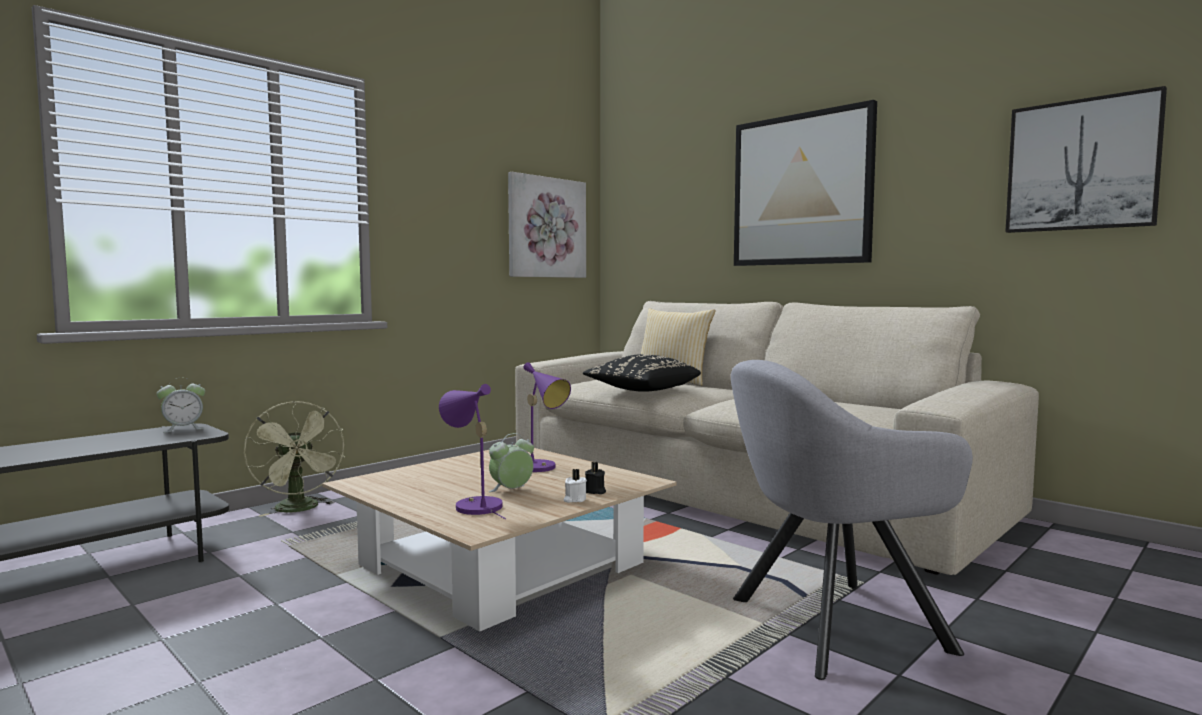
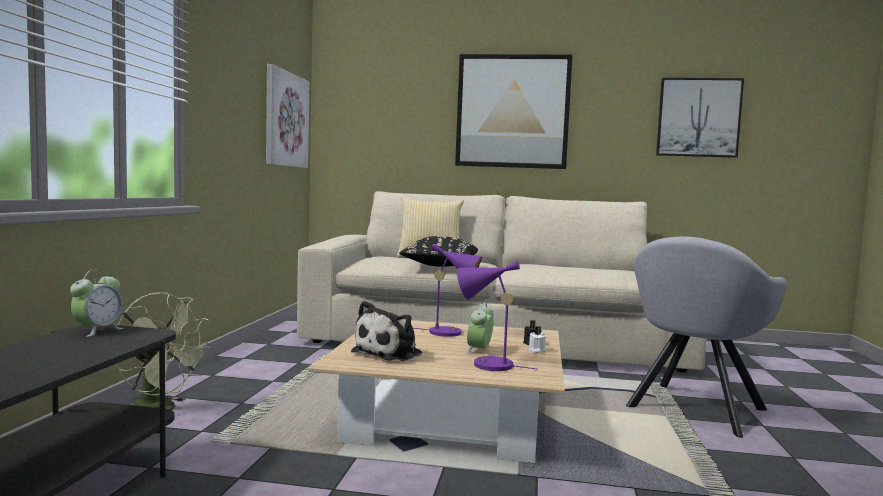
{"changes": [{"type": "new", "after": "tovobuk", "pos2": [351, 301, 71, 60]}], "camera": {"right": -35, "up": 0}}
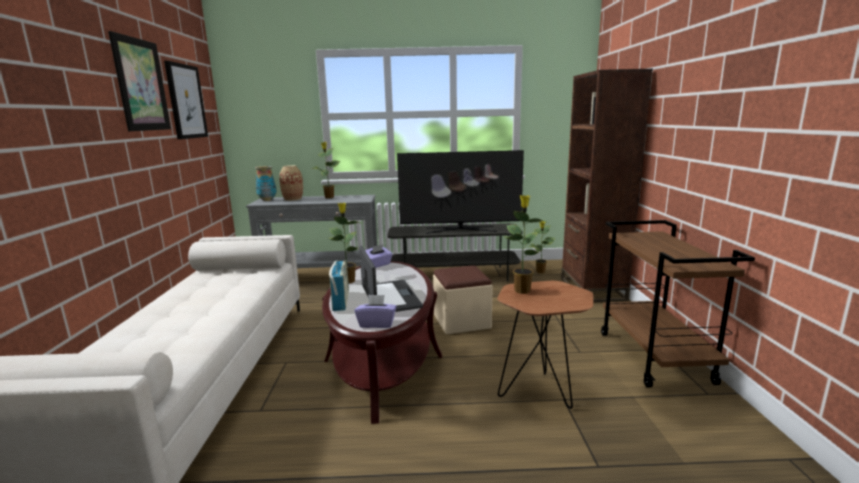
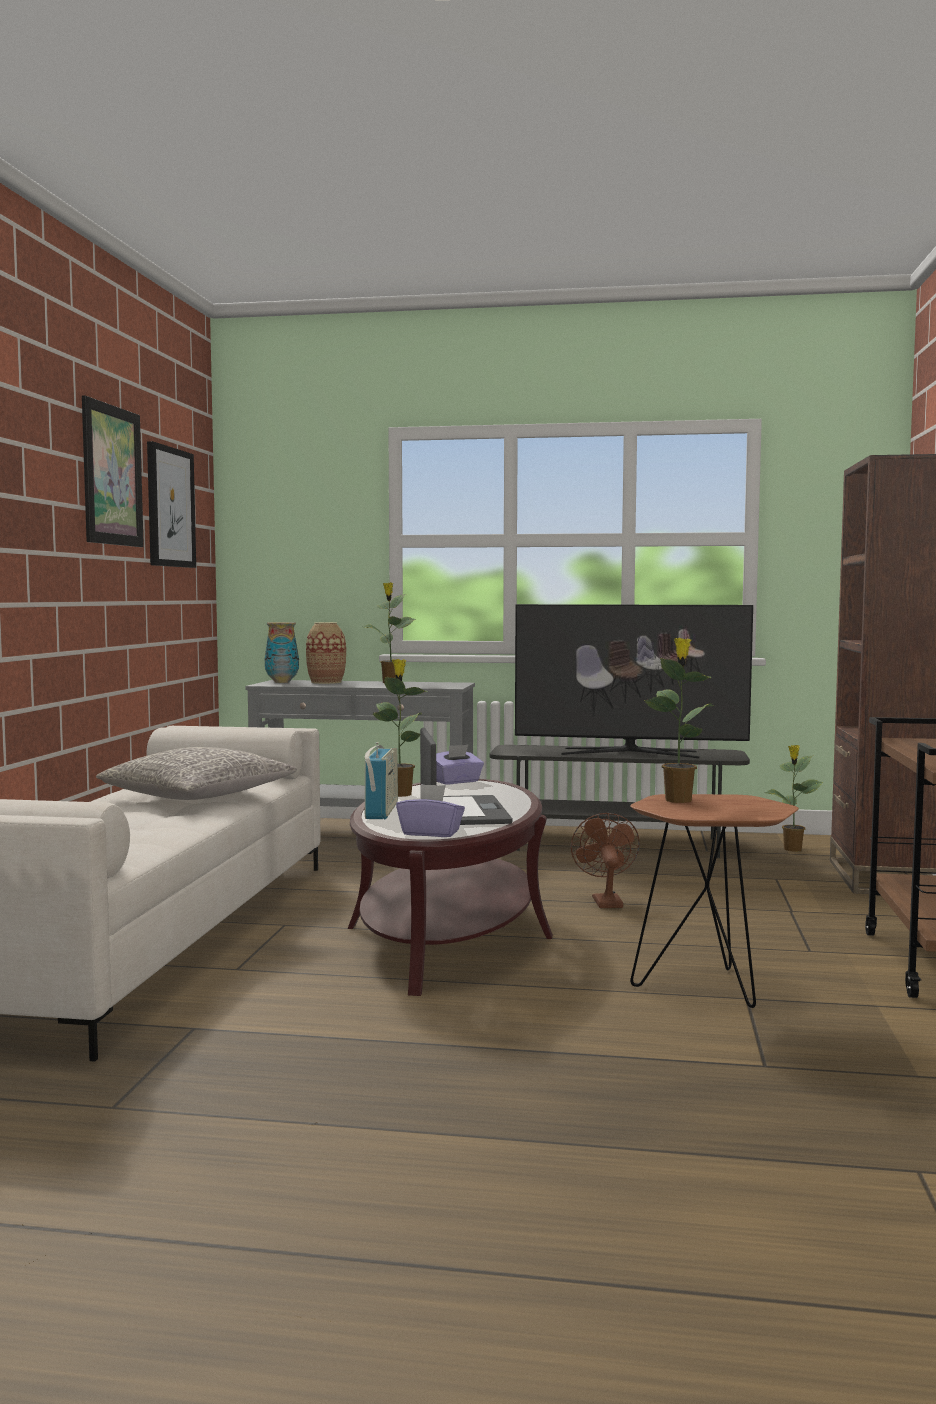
{"changes": [{"type": "new", "after": "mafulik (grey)", "pos2": [96, 747, 201, 53]}, {"type": "swapped", "before": "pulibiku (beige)", "after": "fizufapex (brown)", "pos1": [433, 265, 59, 70], "pos2": [571, 813, 69, 95]}], "camera": {"right": 10, "up": -10}}
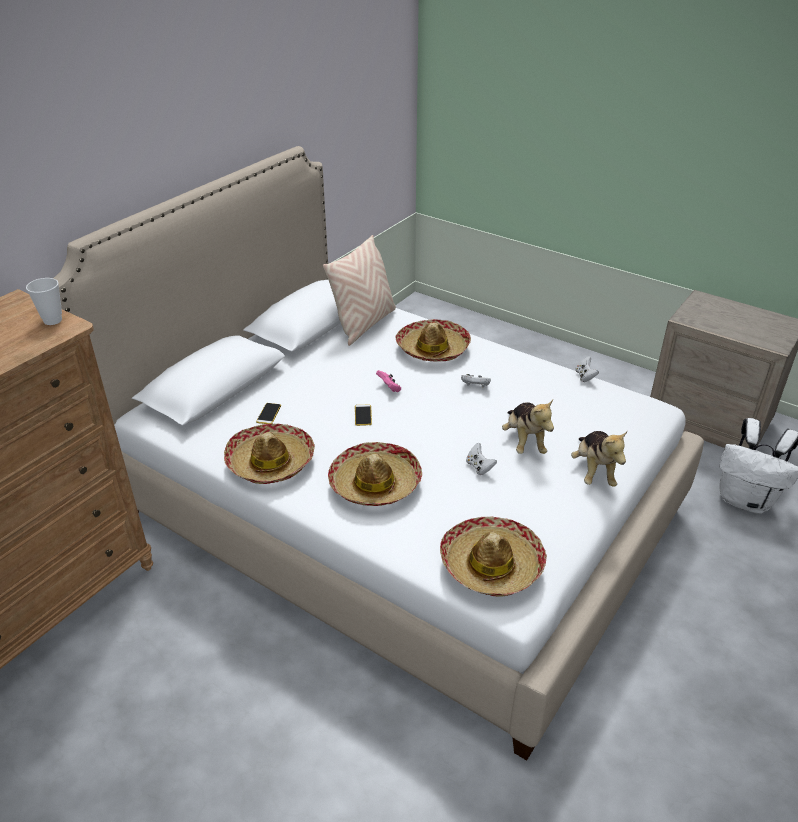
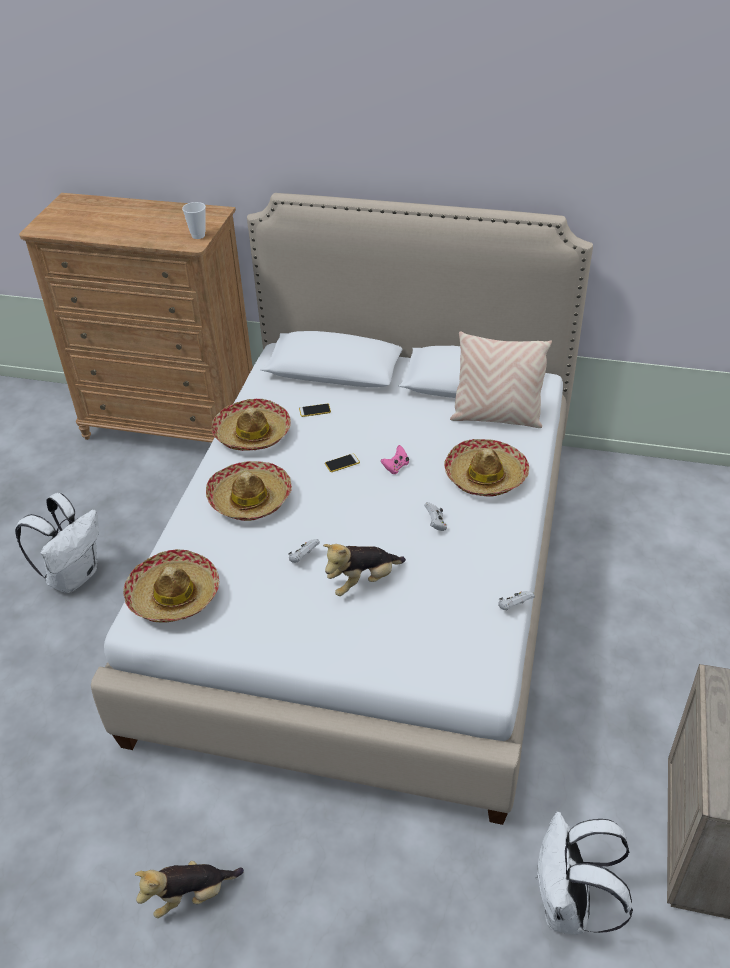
{"changes": [{"type": "new", "after": "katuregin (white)", "pos2": [15, 493, 84, 100]}, {"type": "shifted", "before": "tovobuk", "pos1": [571, 431, 56, 56], "pos2": [135, 861, 109, 57]}], "camera": {"right": 70, "up": 5}}
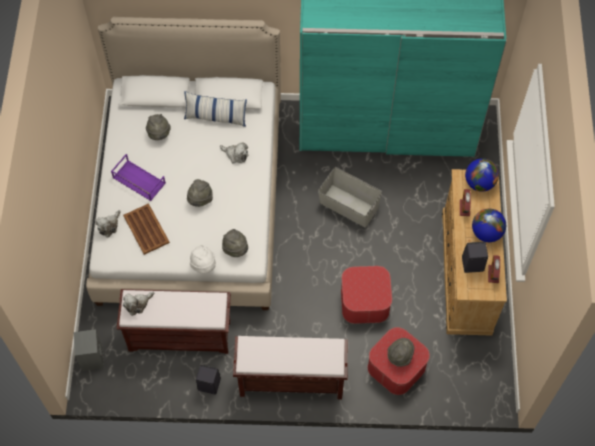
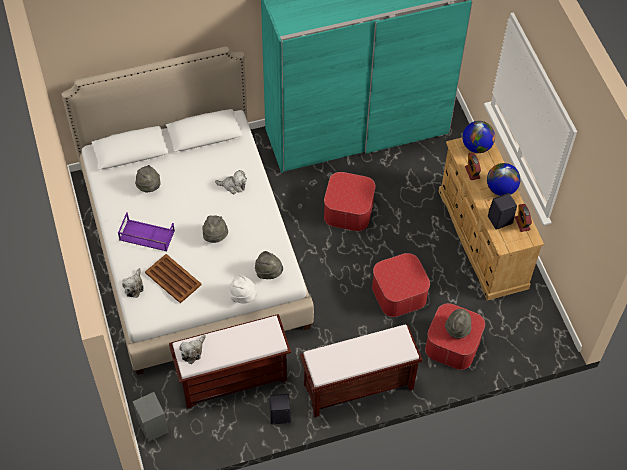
{"changes": [{"type": "gone", "before": "mafulik", "pos1": [184, 91, 63, 36]}, {"type": "swapped", "before": "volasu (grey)", "after": "pulibiku", "pos1": [318, 167, 64, 61], "pos2": [324, 172, 52, 59]}], "camera": {"right": -20, "up": -5}}
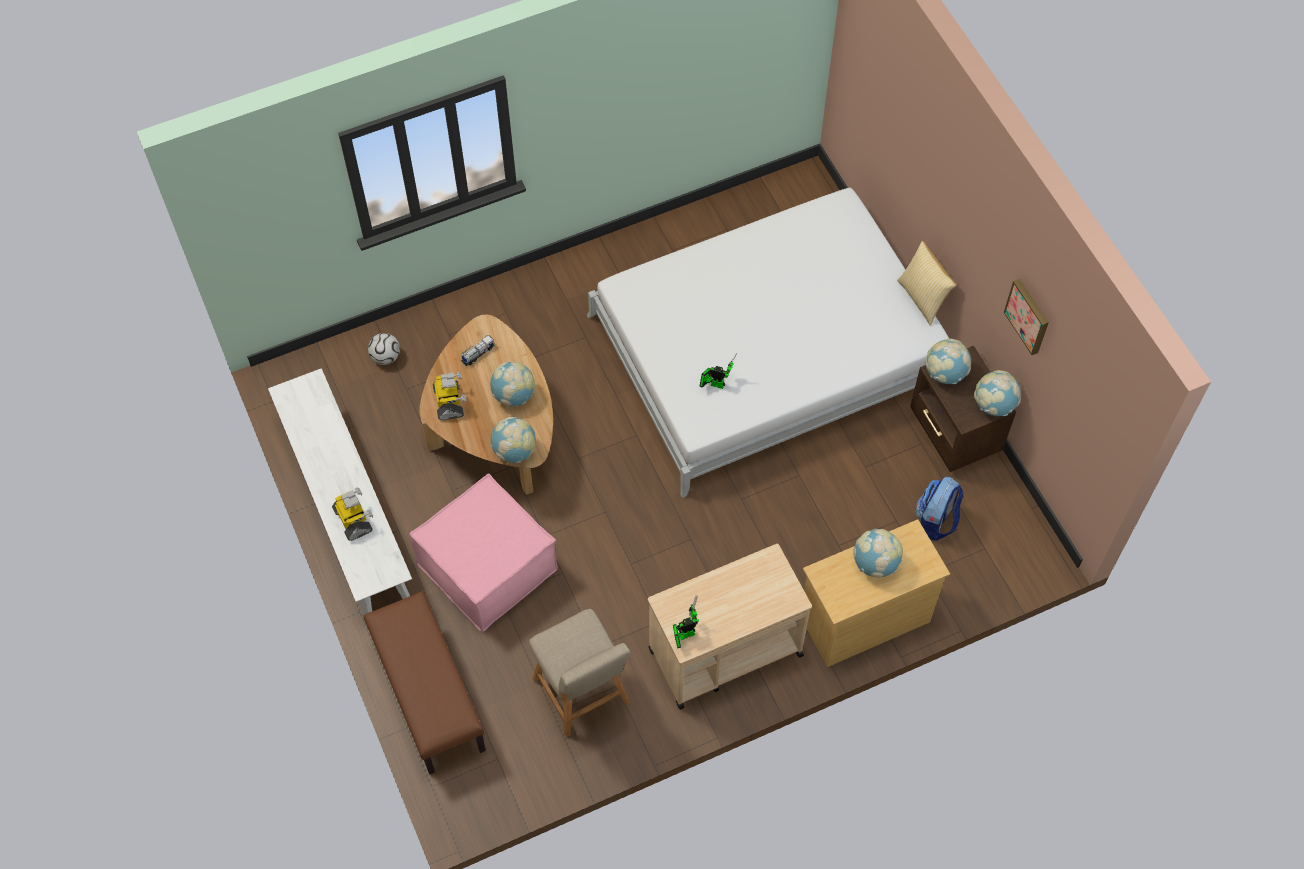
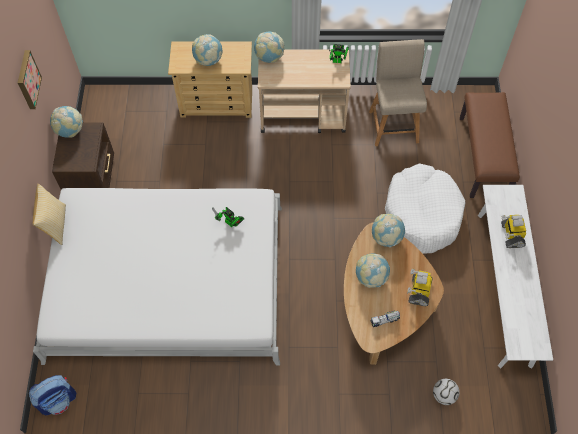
{"changes": [{"type": "shifted", "before": "katuregin", "pos1": [915, 477, 49, 64], "pos2": [29, 375, 47, 40]}, {"type": "shifted", "before": "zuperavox", "pos1": [925, 339, 46, 45], "pos2": [254, 32, 30, 31]}, {"type": "swapped", "before": "pulibiku (pink)", "after": "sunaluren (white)", "pos1": [410, 474, 148, 157], "pos2": [385, 163, 80, 91]}], "camera": {"right": -155, "up": 0}}
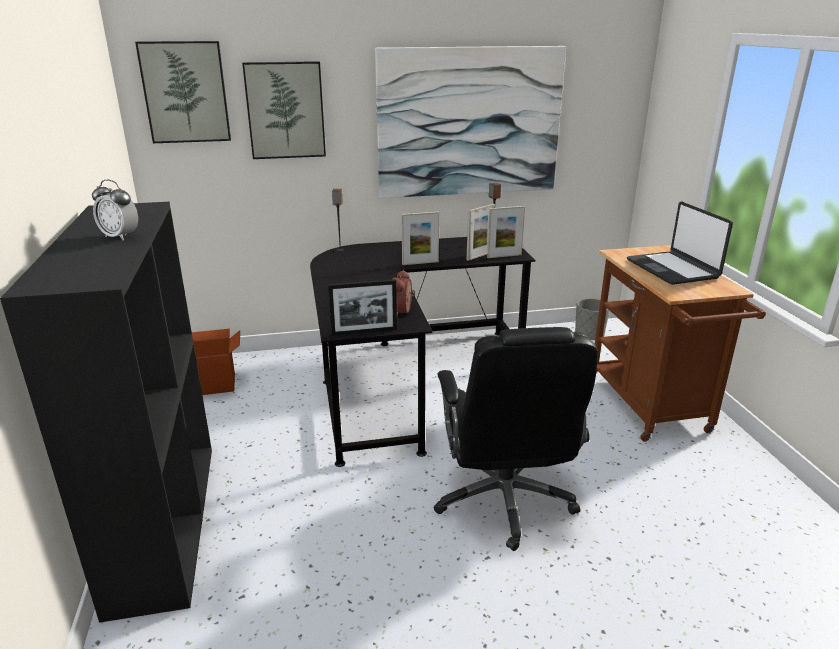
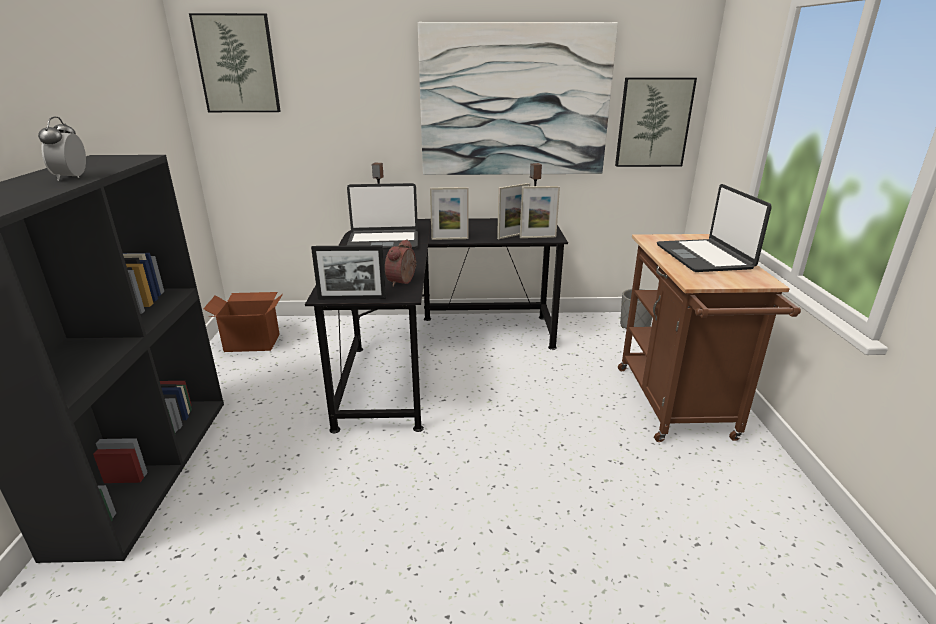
{"changes": [{"type": "gone", "before": "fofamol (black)", "pos1": [434, 327, 164, 224]}, {"type": "new", "after": "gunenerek", "pos2": [346, 183, 72, 67]}, {"type": "shifted", "before": "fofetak", "pos1": [242, 61, 84, 98], "pos2": [615, 77, 82, 90]}, {"type": "rotated", "before": "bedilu", "pos1": [92, 180, 46, 61], "pos2": [38, 117, 48, 64], "turn": 45}], "camera": {"right": 10, "up": 0}}
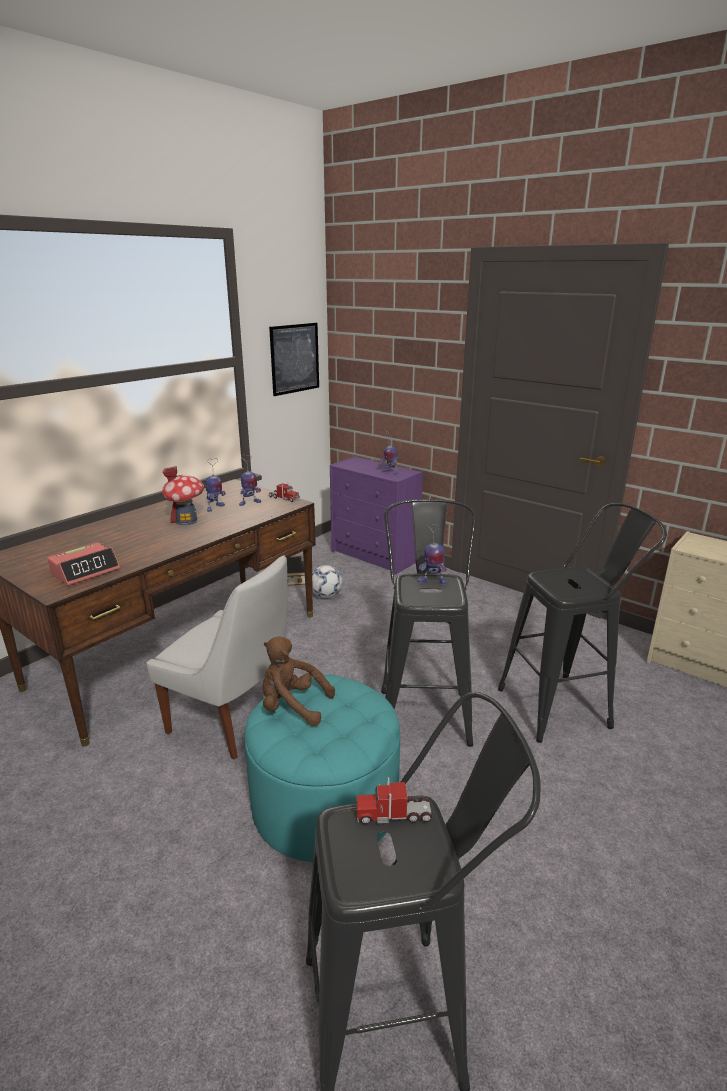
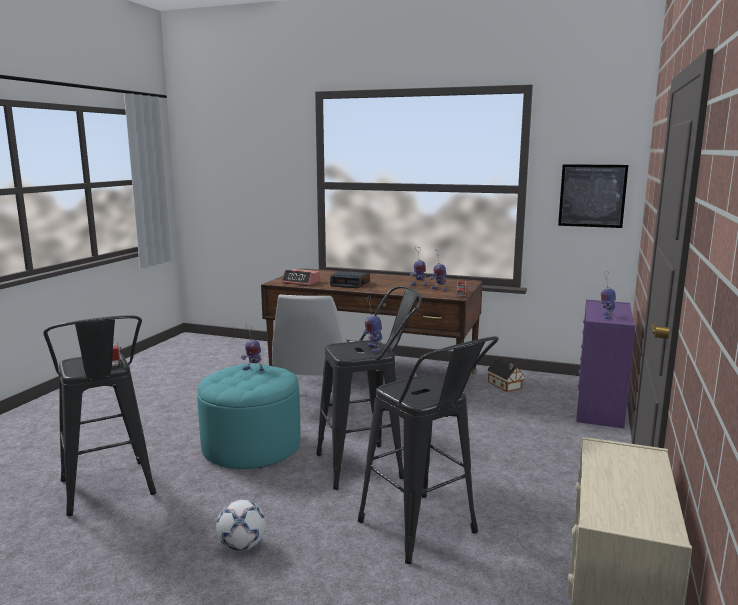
{"changes": [{"type": "gone", "before": "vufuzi", "pos1": [162, 466, 42, 59]}, {"type": "new", "after": "bedilu", "pos2": [330, 271, 40, 17]}, {"type": "shifted", "before": "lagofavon", "pos1": [312, 565, 30, 33], "pos2": [216, 500, 50, 51]}, {"type": "swapped", "before": "tovobuk (brown)", "after": "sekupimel", "pos1": [262, 636, 73, 90], "pos2": [241, 325, 22, 46]}], "camera": {"right": 70, "up": -10}}
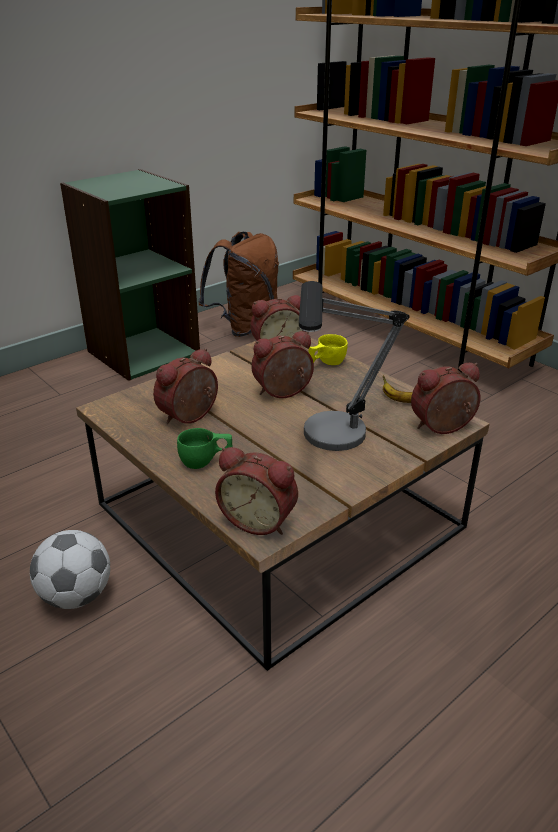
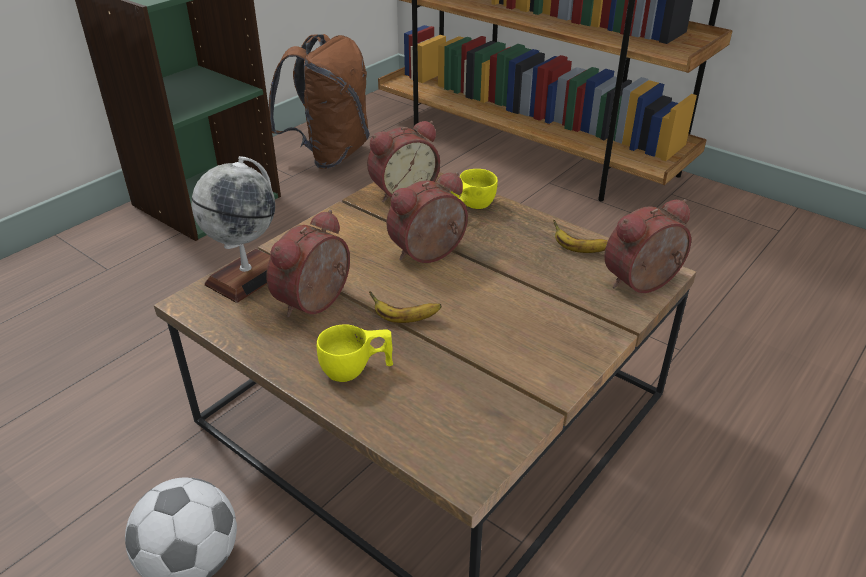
{"changes": [{"type": "gone", "before": "bedilu", "pos1": [215, 447, 83, 88]}, {"type": "gone", "before": "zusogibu", "pos1": [299, 281, 111, 170]}, {"type": "new", "after": "zuperavox", "pos2": [192, 156, 83, 147]}, {"type": "new", "after": "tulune", "pos2": [369, 291, 72, 32]}, {"type": "repainted", "before": "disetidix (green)", "after": "disetidix (yellow)", "pos1": [177, 428, 55, 41], "pos2": [317, 324, 76, 58]}], "camera": {"right": -10, "up": 5}}
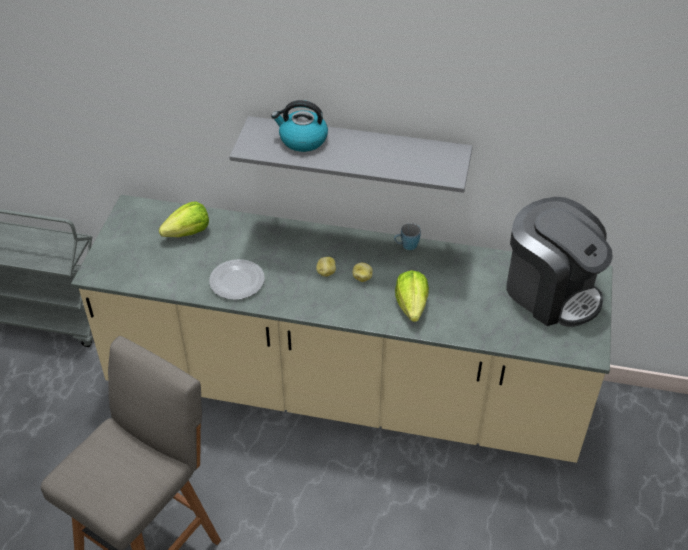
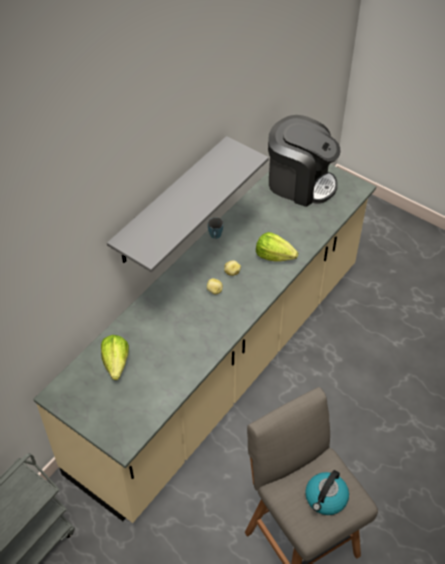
{"changes": [{"type": "gone", "before": "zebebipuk", "pos1": [209, 259, 56, 41]}, {"type": "shifted", "before": "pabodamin", "pos1": [271, 100, 57, 52], "pos2": [305, 470, 44, 45]}, {"type": "rotated", "before": "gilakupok", "pos1": [506, 197, 107, 130], "pos2": [268, 115, 72, 92], "turn": 45}], "camera": {"right": -65, "up": 5}}
